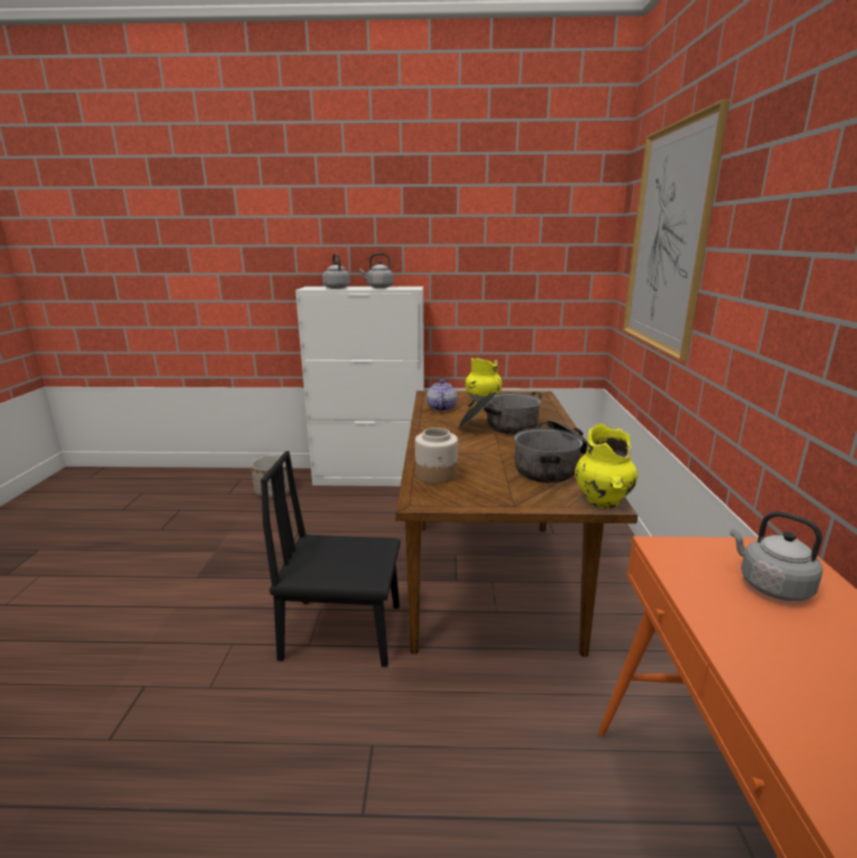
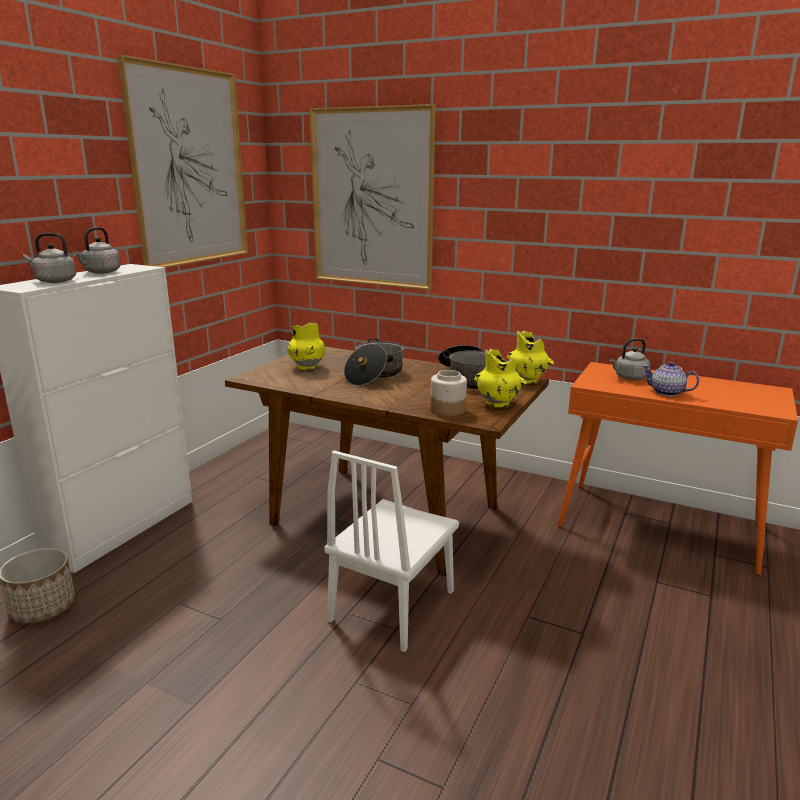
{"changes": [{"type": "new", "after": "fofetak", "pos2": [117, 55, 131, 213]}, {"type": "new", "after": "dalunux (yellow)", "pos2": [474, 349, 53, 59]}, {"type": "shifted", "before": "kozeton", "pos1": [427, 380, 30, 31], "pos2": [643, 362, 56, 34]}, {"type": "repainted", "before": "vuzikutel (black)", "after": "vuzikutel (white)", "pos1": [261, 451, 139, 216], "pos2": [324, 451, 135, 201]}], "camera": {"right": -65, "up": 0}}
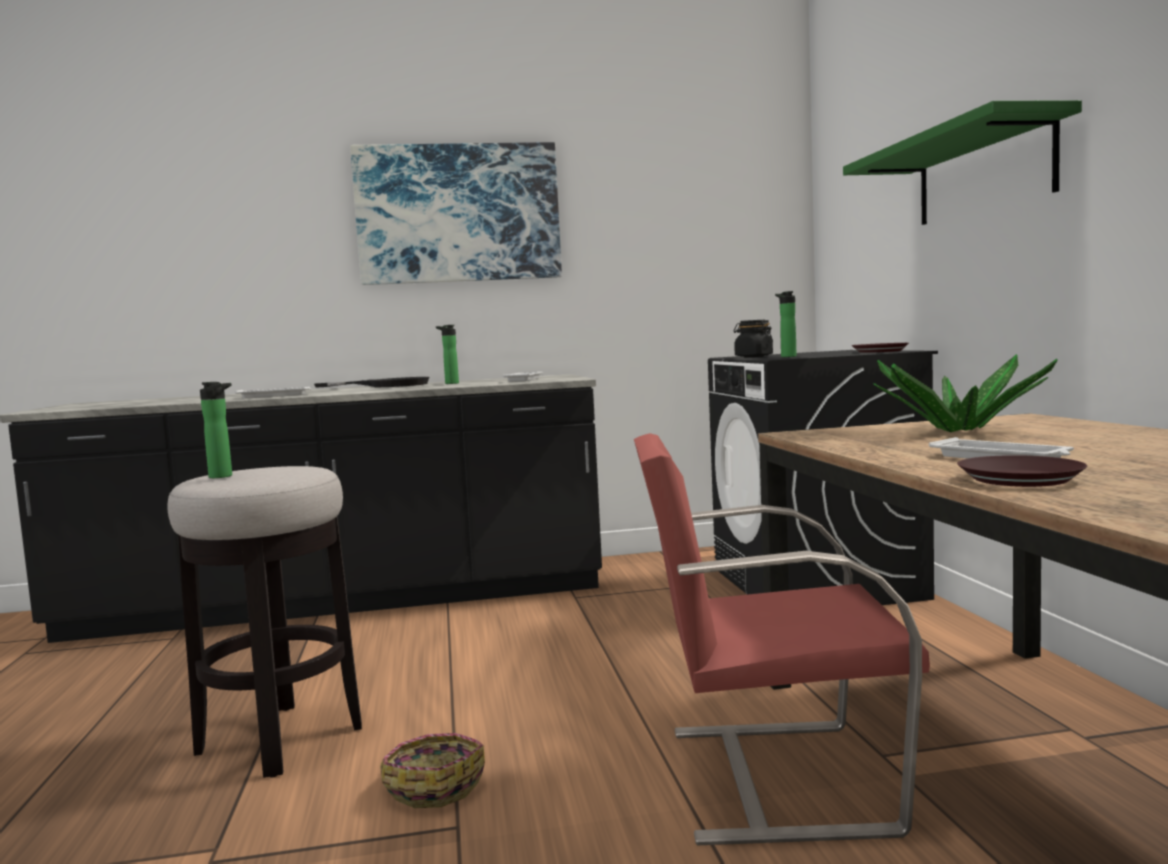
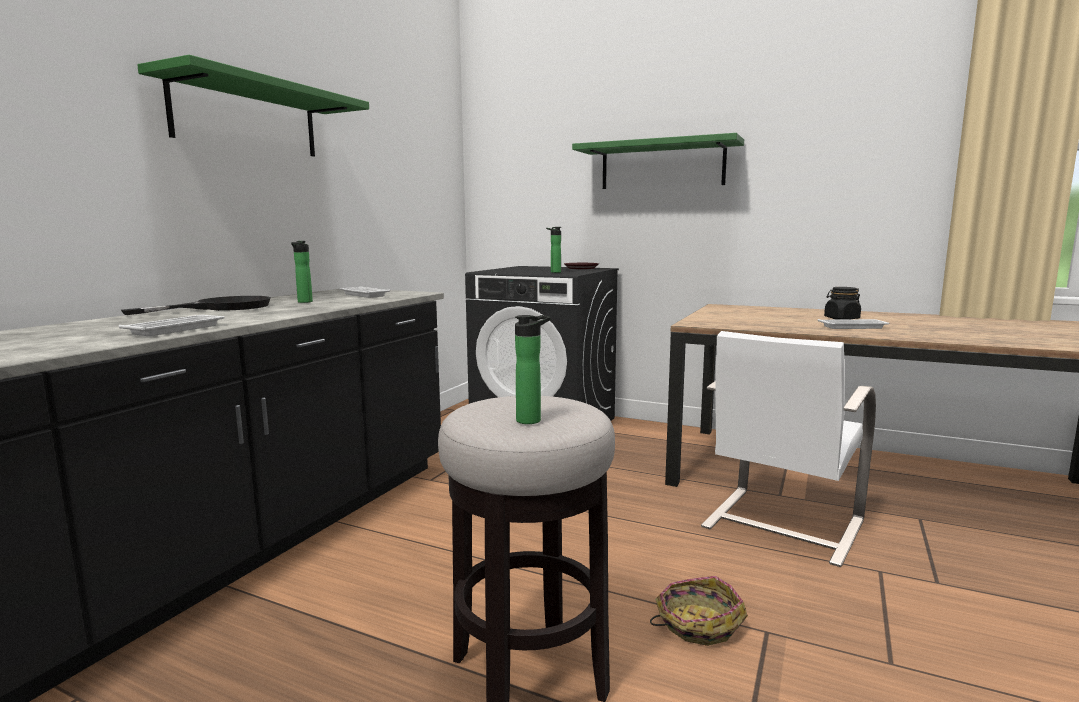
{"changes": [{"type": "gone", "before": "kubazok", "pos1": [873, 354, 185, 78]}, {"type": "gone", "before": "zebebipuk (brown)", "pos1": [957, 455, 130, 32]}, {"type": "shifted", "before": "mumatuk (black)", "pos1": [734, 320, 39, 37], "pos2": [824, 287, 37, 33]}, {"type": "swapped", "before": "fofetak", "after": "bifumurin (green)", "pos1": [350, 142, 212, 143], "pos2": [137, 55, 232, 101]}, {"type": "repainted", "before": "vuzikutel (red)", "after": "vuzikutel (white)", "pos1": [634, 433, 296, 412], "pos2": [701, 331, 175, 236]}], "camera": {"right": -55, "up": 5}}
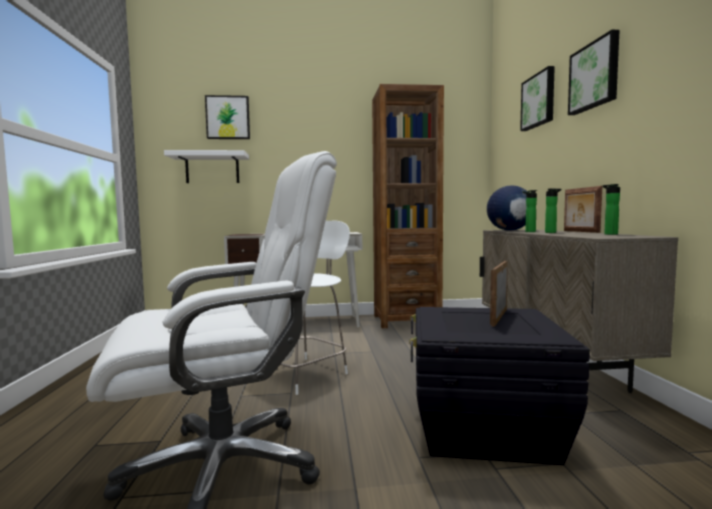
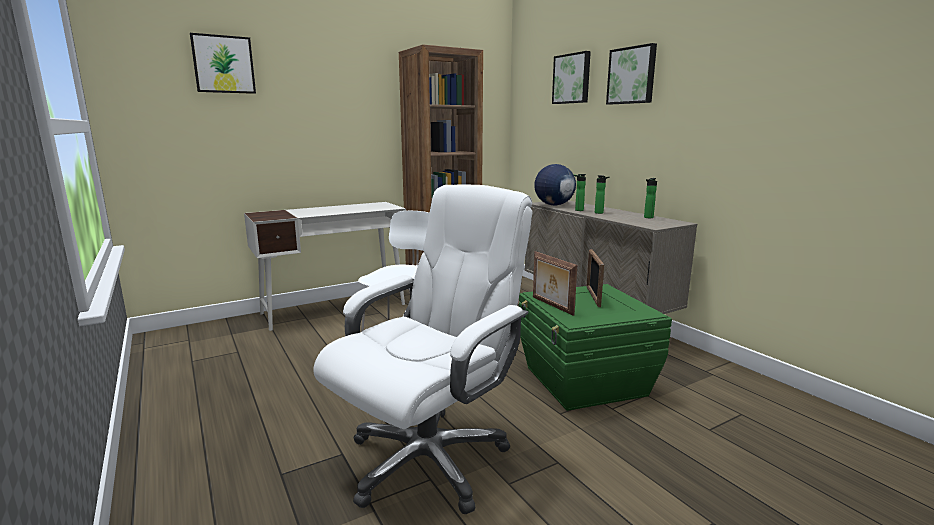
{"changes": [{"type": "gone", "before": "bifumurin (white)", "pos1": [164, 150, 85, 33]}, {"type": "shifted", "before": "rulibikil", "pos1": [564, 186, 38, 47], "pos2": [533, 251, 44, 65]}, {"type": "repainted", "before": "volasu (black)", "after": "volasu (green)", "pos1": [409, 307, 181, 158], "pos2": [519, 284, 153, 127]}], "camera": {"right": -25, "up": 10}}
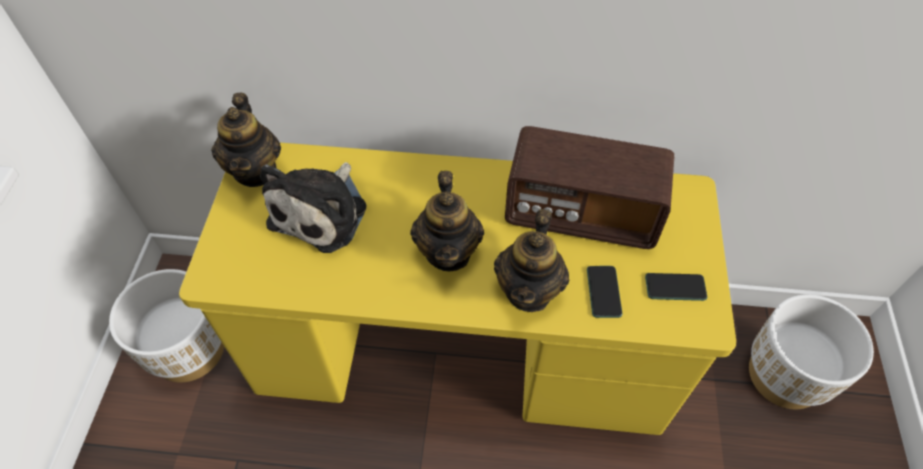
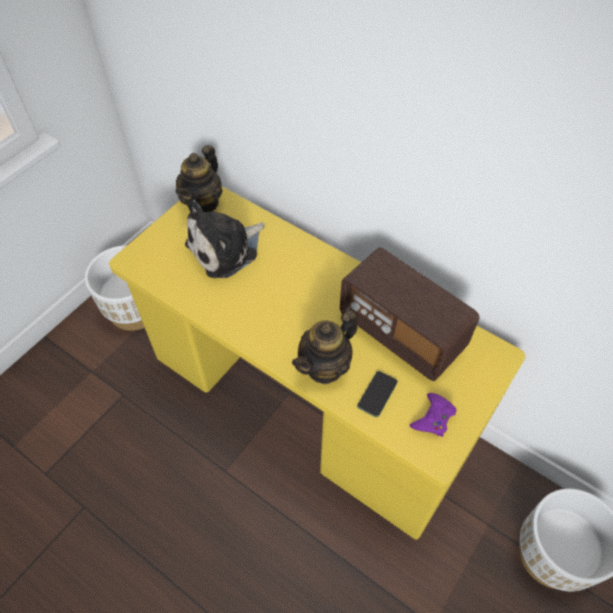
{"changes": [{"type": "gone", "before": "kozeton", "pos1": [410, 171, 74, 101]}, {"type": "swapped", "before": "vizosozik", "after": "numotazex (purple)", "pos1": [645, 273, 62, 28], "pos2": [410, 393, 46, 44]}], "camera": {"right": 30, "up": 0}}
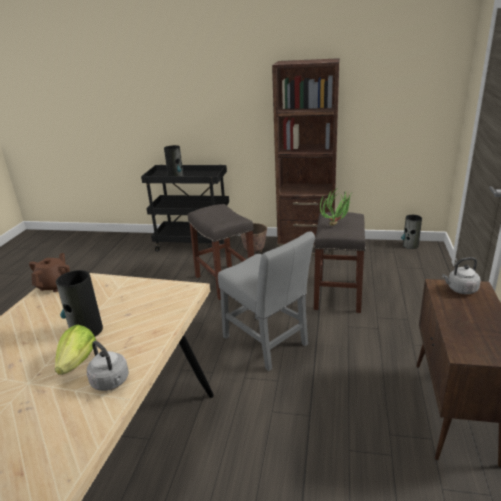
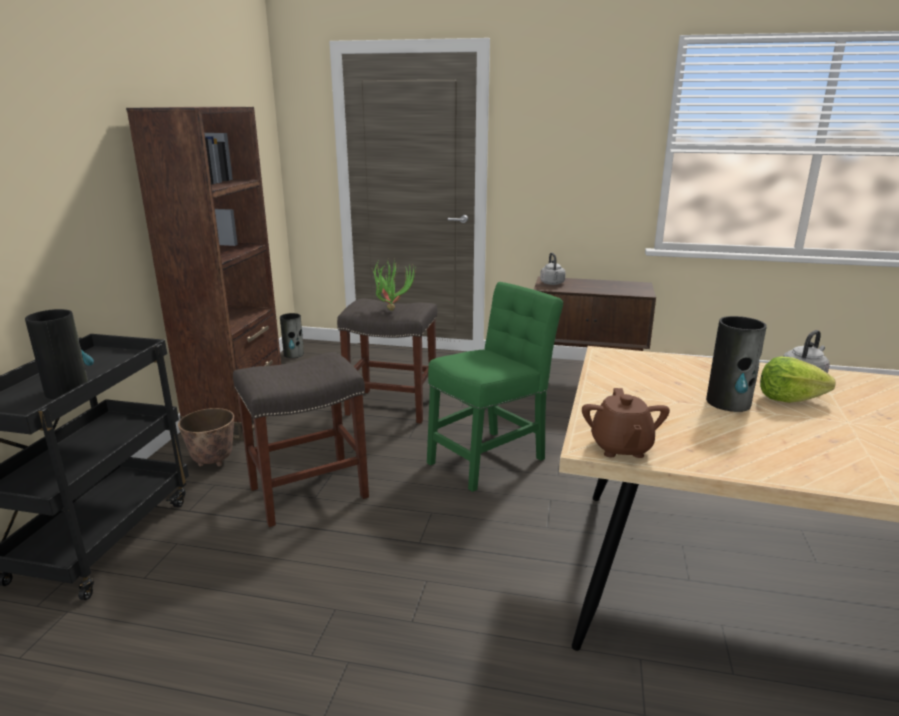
{"changes": [{"type": "repainted", "before": "vuzikutel (grey)", "after": "vuzikutel (green)", "pos1": [218, 231, 97, 140], "pos2": [427, 282, 136, 210]}, {"type": "rotated", "before": "kozeton (brown)", "pos1": [29, 253, 41, 39], "pos2": [582, 388, 88, 70], "turn": -105}], "camera": {"right": -90, "up": -5}}
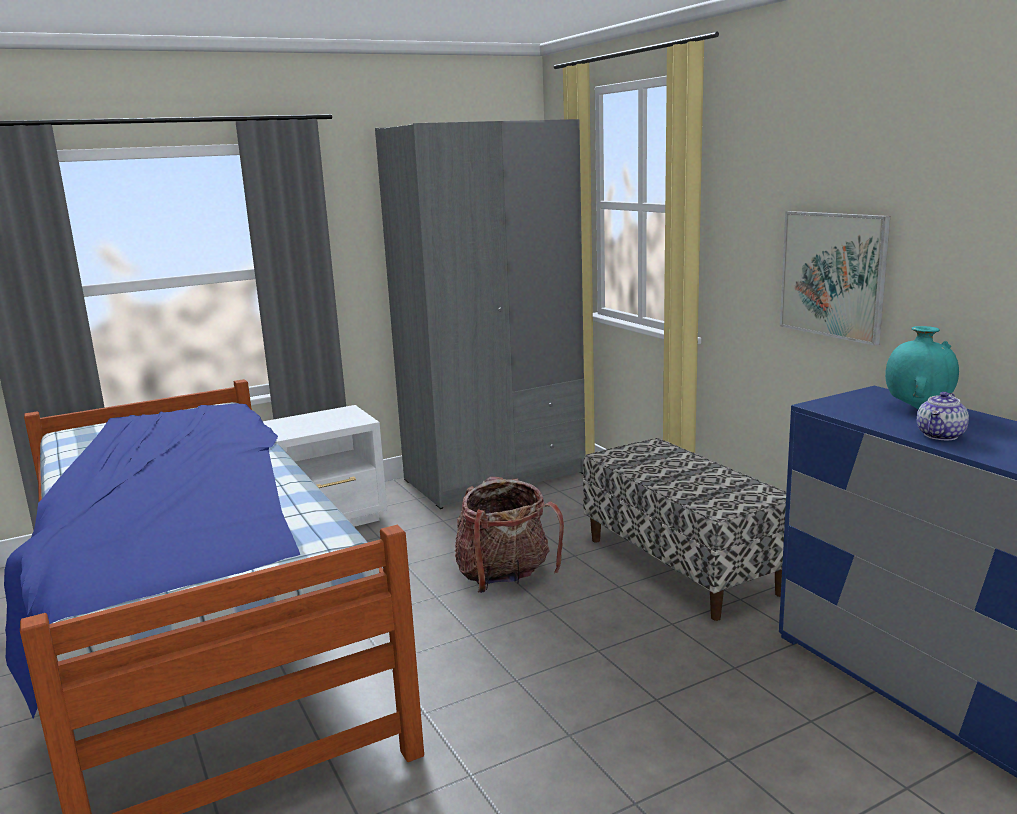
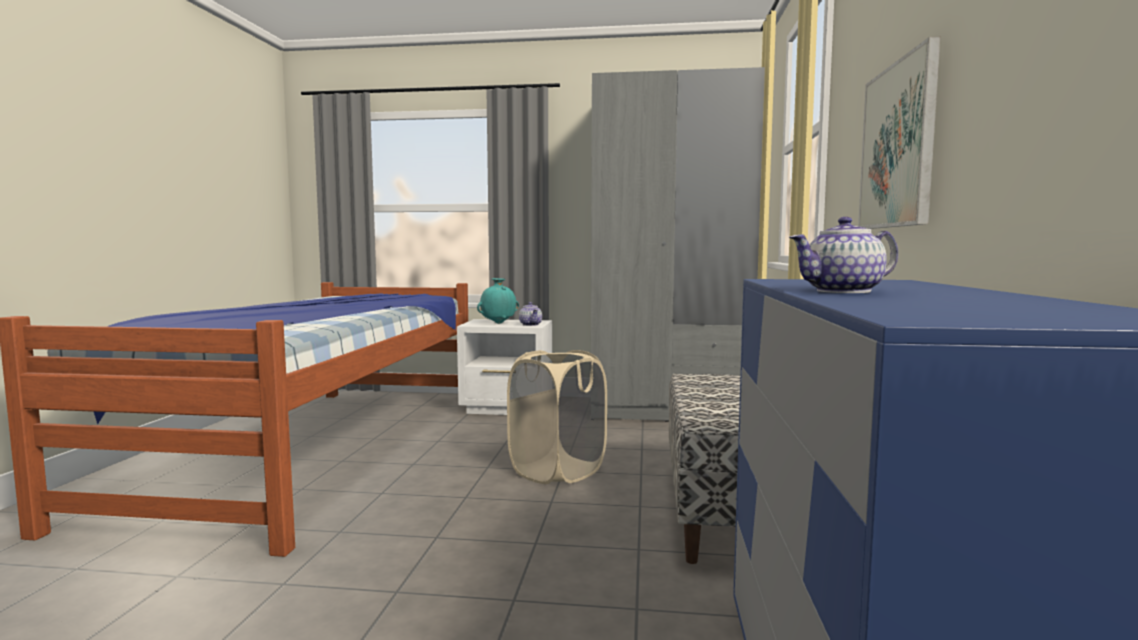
{"changes": [{"type": "new", "after": "kozeton", "pos2": [519, 302, 23, 24]}, {"type": "shifted", "before": "dalunux (turquoise)", "pos1": [885, 326, 74, 83], "pos2": [477, 278, 42, 46]}, {"type": "swapped", "before": "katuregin", "after": "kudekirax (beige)", "pos1": [455, 477, 109, 116], "pos2": [507, 350, 100, 134]}], "camera": {"right": 35, "up": -10}}
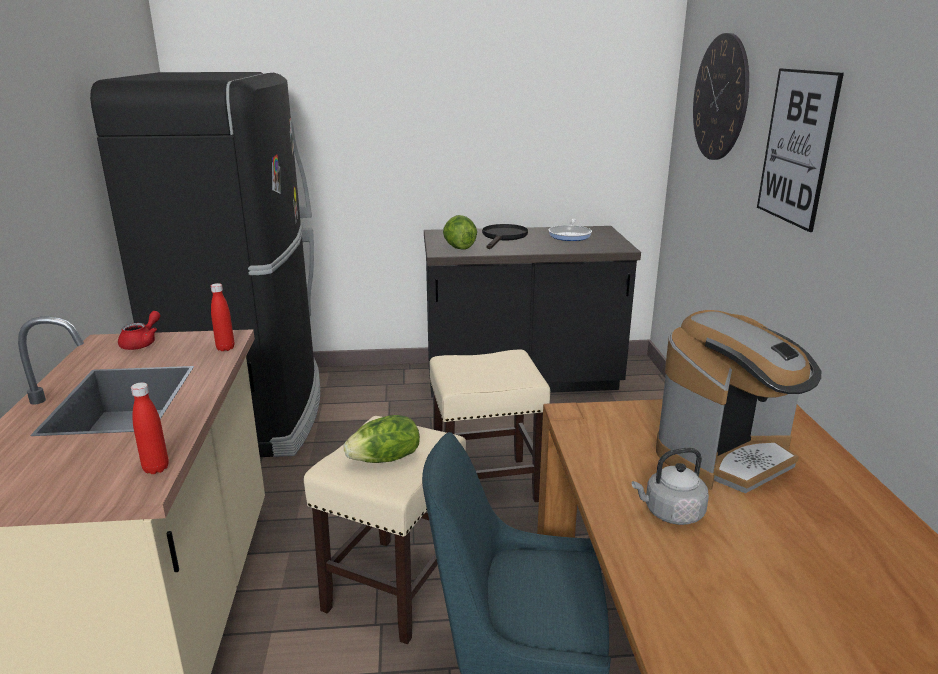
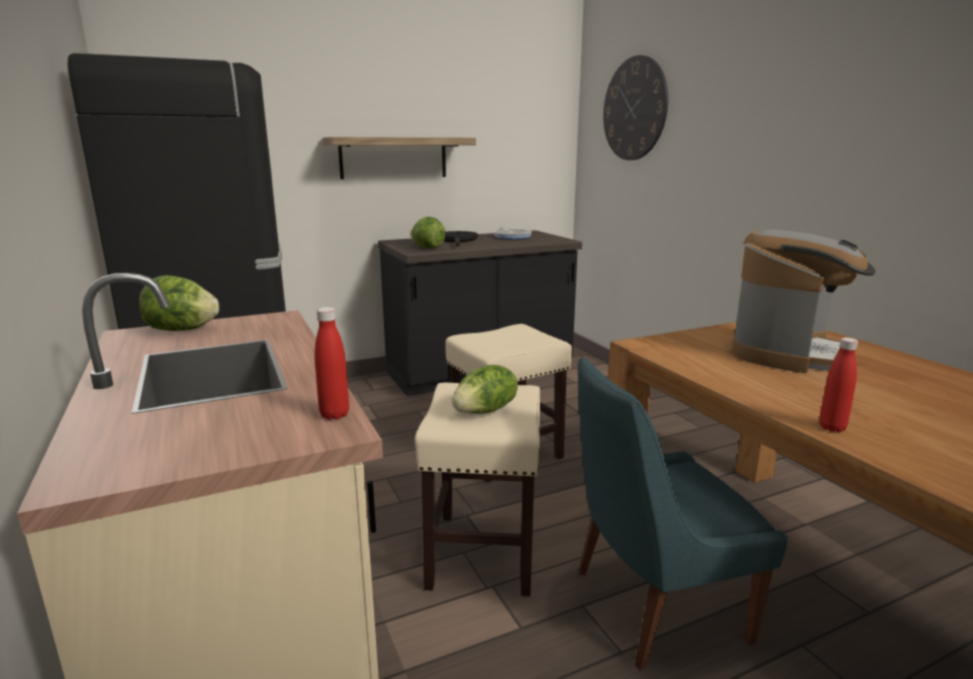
{"changes": [{"type": "gone", "before": "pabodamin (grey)", "pos1": [632, 448, 77, 77]}, {"type": "gone", "before": "fofetak", "pos1": [757, 68, 87, 164]}, {"type": "new", "after": "bifumurin", "pos2": [322, 137, 154, 42]}, {"type": "shifted", "before": "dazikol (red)", "pos1": [211, 283, 23, 68], "pos2": [819, 337, 39, 95]}, {"type": "swapped", "before": "kozeton (red)", "after": "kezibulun", "pos1": [118, 311, 43, 39], "pos2": [139, 275, 80, 56]}], "camera": {"right": -20, "up": -5}}
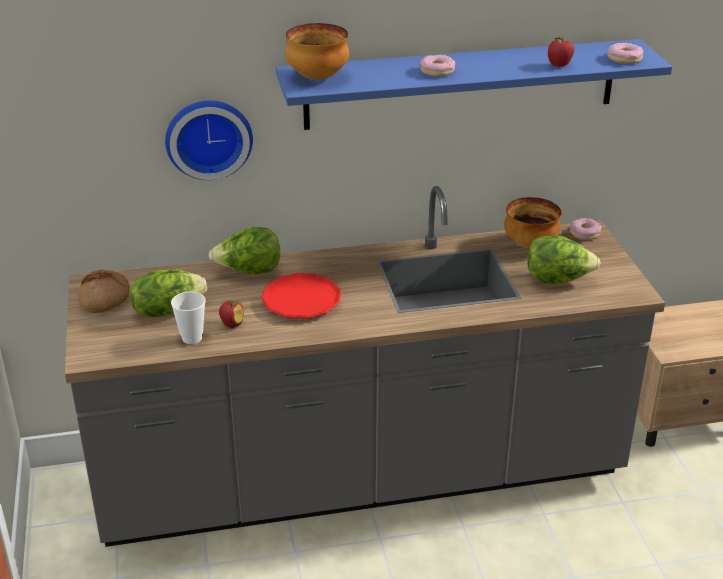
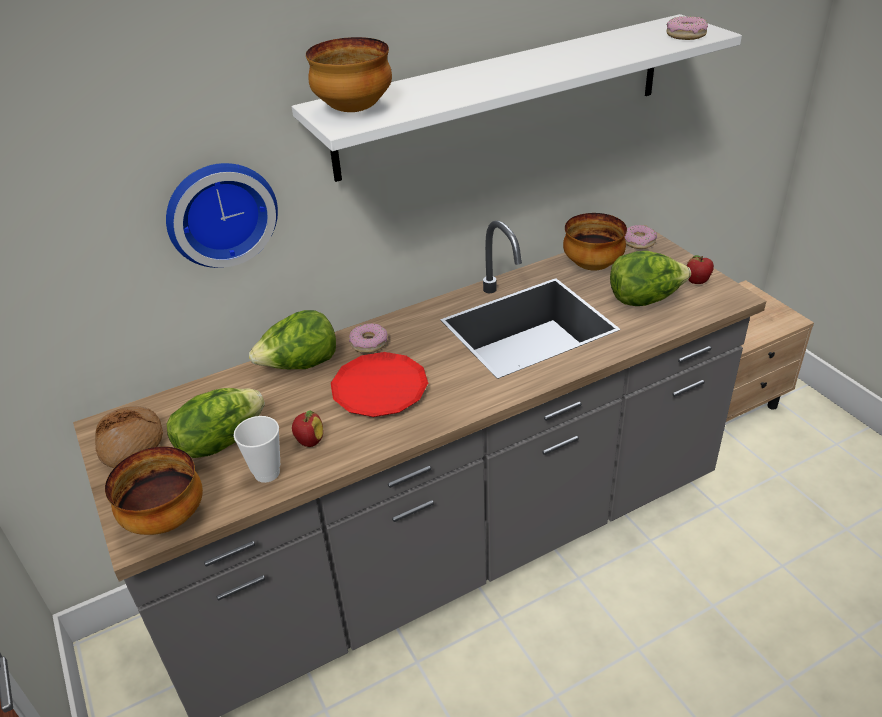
{"changes": [{"type": "new", "after": "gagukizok", "pos2": [105, 446, 98, 89]}, {"type": "shifted", "before": "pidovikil", "pos1": [420, 55, 35, 22], "pos2": [349, 323, 38, 30]}, {"type": "shifted", "before": "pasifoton", "pos1": [548, 37, 26, 30], "pos2": [687, 255, 27, 29]}, {"type": "repainted", "before": "bifumurin (blue)", "after": "bifumurin (white)", "pos1": [276, 39, 396, 91], "pos2": [292, 14, 450, 168]}], "camera": {"right": -15, "up": 5}}
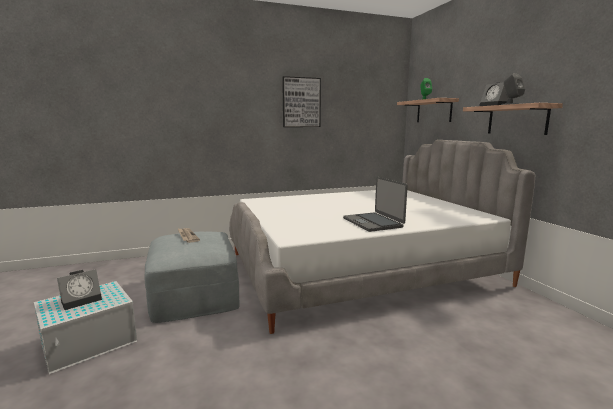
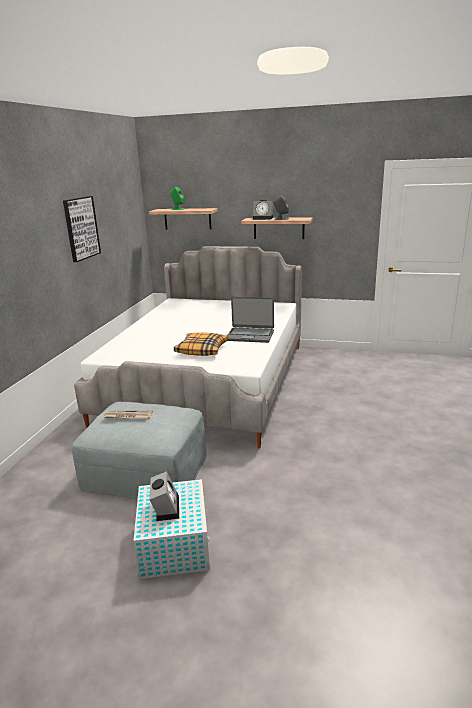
{"changes": [{"type": "new", "after": "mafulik", "pos2": [174, 332, 54, 24]}], "camera": {"right": -55, "up": 10}}
